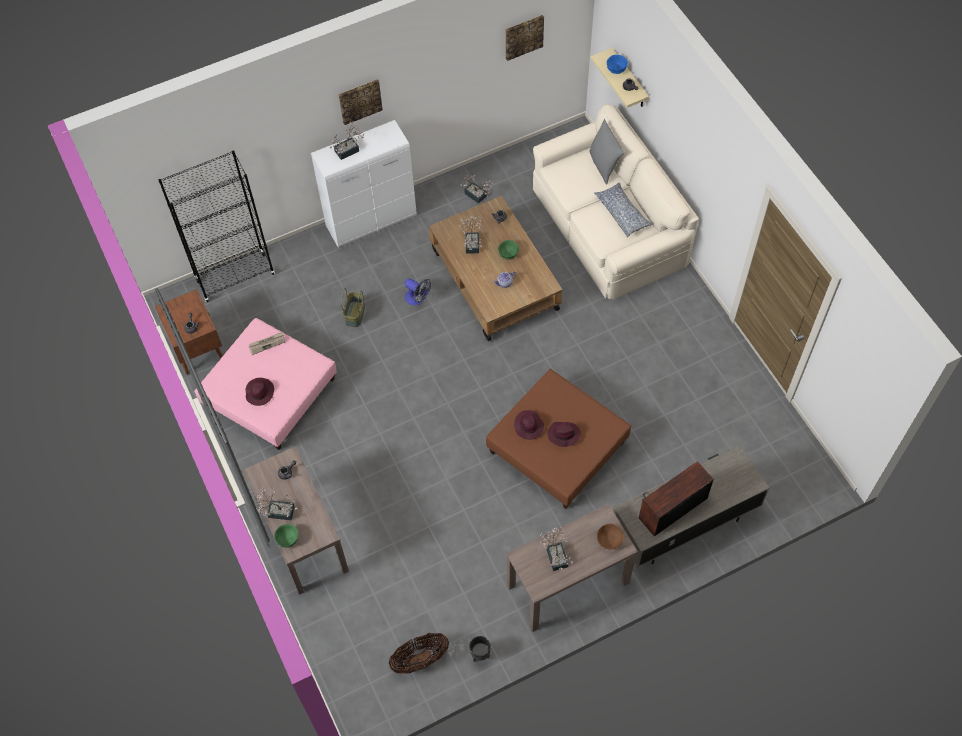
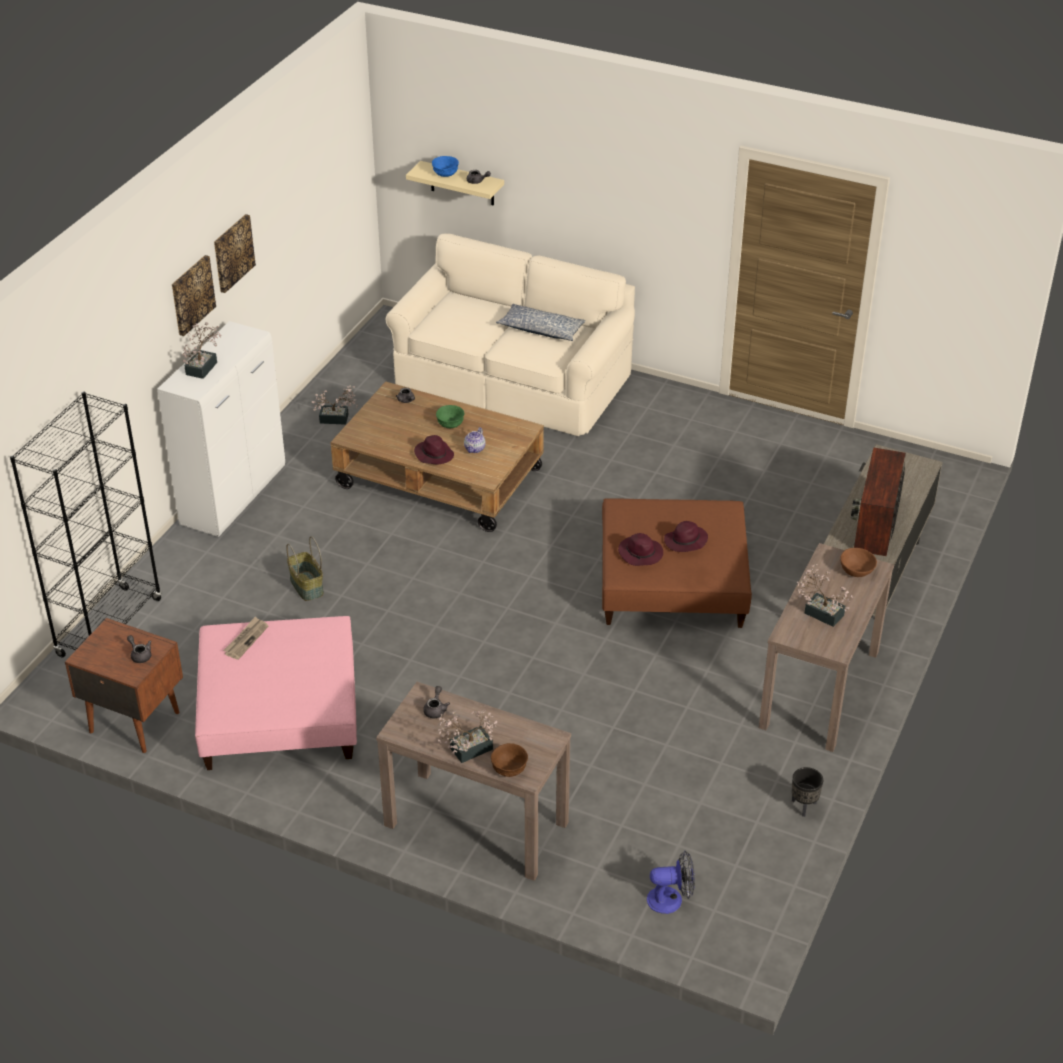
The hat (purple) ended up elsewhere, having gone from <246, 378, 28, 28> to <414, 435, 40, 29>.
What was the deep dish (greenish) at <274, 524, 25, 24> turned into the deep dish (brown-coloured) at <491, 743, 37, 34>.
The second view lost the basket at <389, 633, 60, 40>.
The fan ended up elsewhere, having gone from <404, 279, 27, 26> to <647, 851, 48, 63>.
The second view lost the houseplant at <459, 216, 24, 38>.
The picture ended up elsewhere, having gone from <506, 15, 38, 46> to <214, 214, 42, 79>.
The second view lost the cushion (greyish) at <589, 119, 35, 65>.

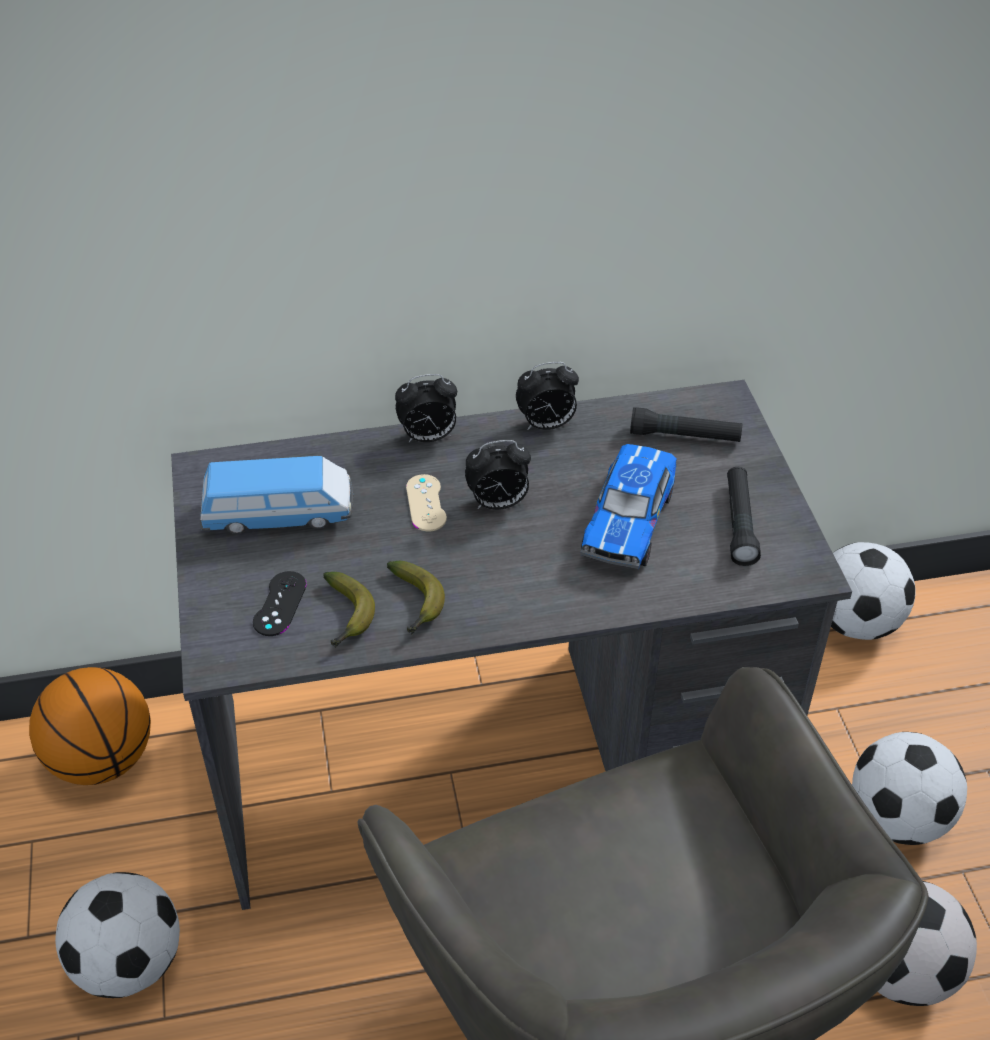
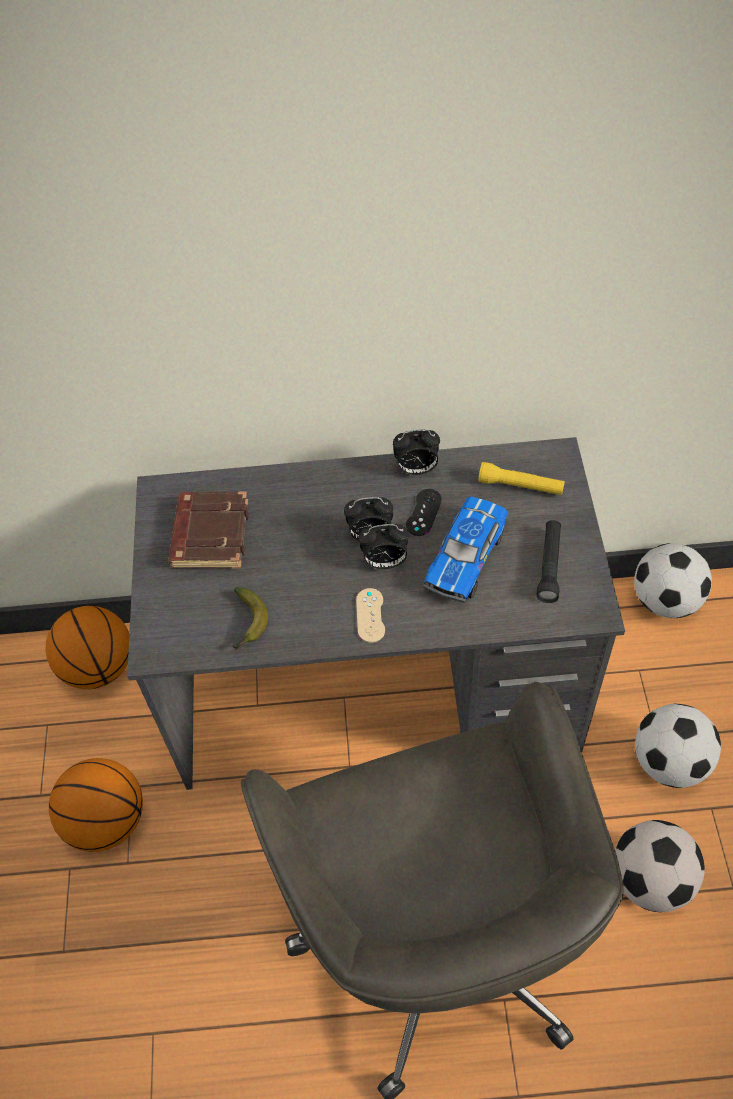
Where the ball for football stood at <55, 872, 125, 126>, the basketball ball came to stand at <49, 758, 94, 94>.
Where the toy car stood at <200, 456, 154, 78>, the volume (brown-coloured) came to stand at <168, 491, 81, 78>.
The game controller (black-coloured) ended up elsewhere, having gone from <253, 571, 54, 65> to <406, 489, 36, 47>.
The second view lost the banana fruit at <387, 561, 58, 74>.
The table clock ended up elsewhere, having gone from <395, 374, 62, 68> to <358, 524, 51, 45>.
The game controller (beige-coloured) ended up elsewhere, having gone from <406, 474, 41, 57> to <356, 588, 29, 55>.
What was the flashlight (black-coloured) at <630, 407, 112, 35> turned into the flashlight (yellow-coloured) at <478, 462, 87, 33>.

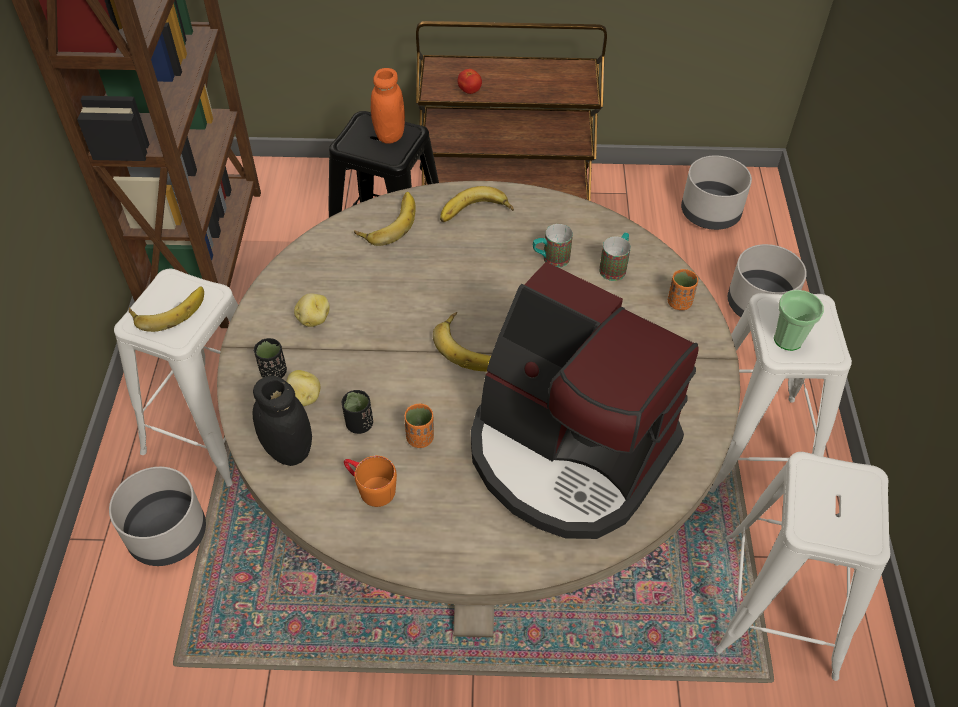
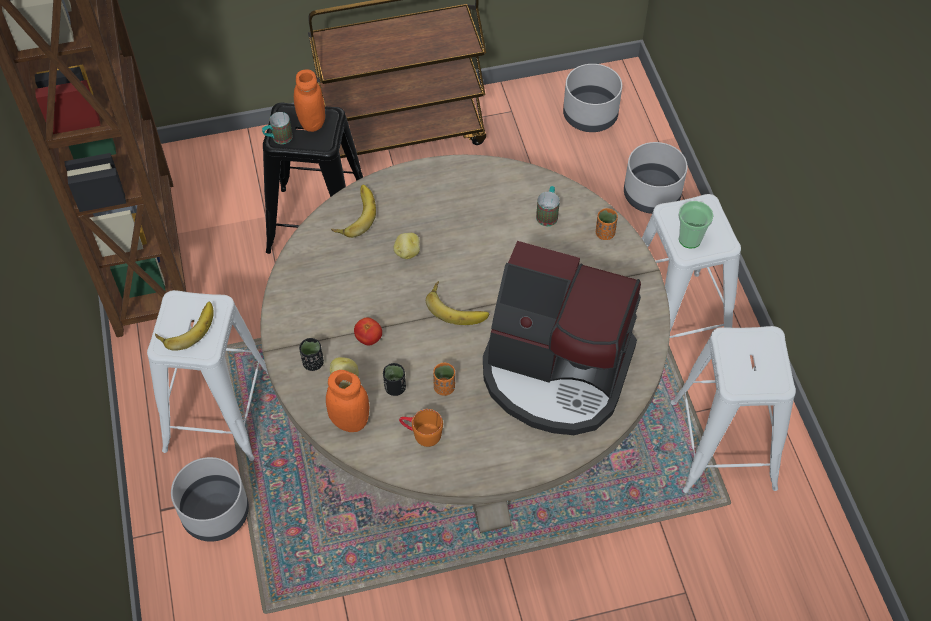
What was the preserve jar (black-coloured) at <252, 376, 60, 90> turned into the preserve jar (orange) at <326, 370, 43, 62>.
The potato ended up elsewhere, having gone from <294, 293, 36, 34> to <394, 233, 26, 26>.
The second view lost the banana fruit at <440, 186, 74, 36>.
The fresh tomato ended up elsewhere, having gone from <458, 69, 24, 25> to <354, 318, 28, 27>.
The coffee mug ended up elsewhere, having gone from <533, 224, 40, 44> to <262, 112, 31, 32>.

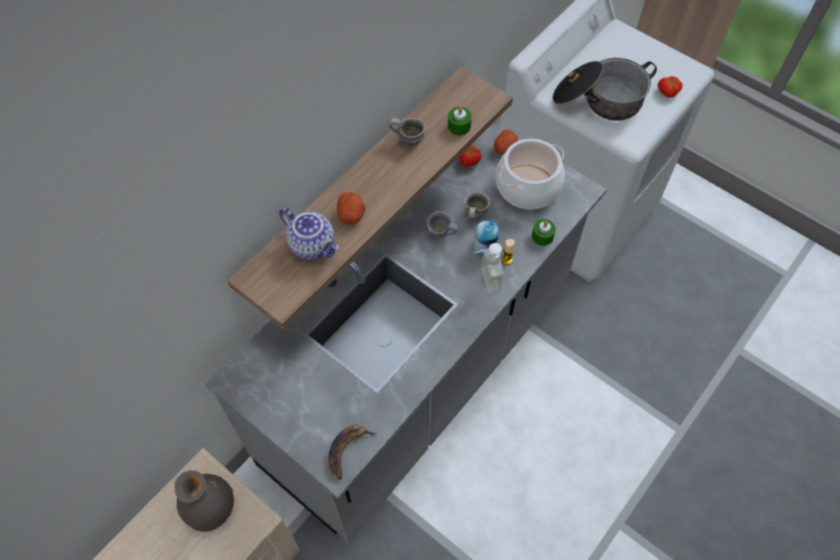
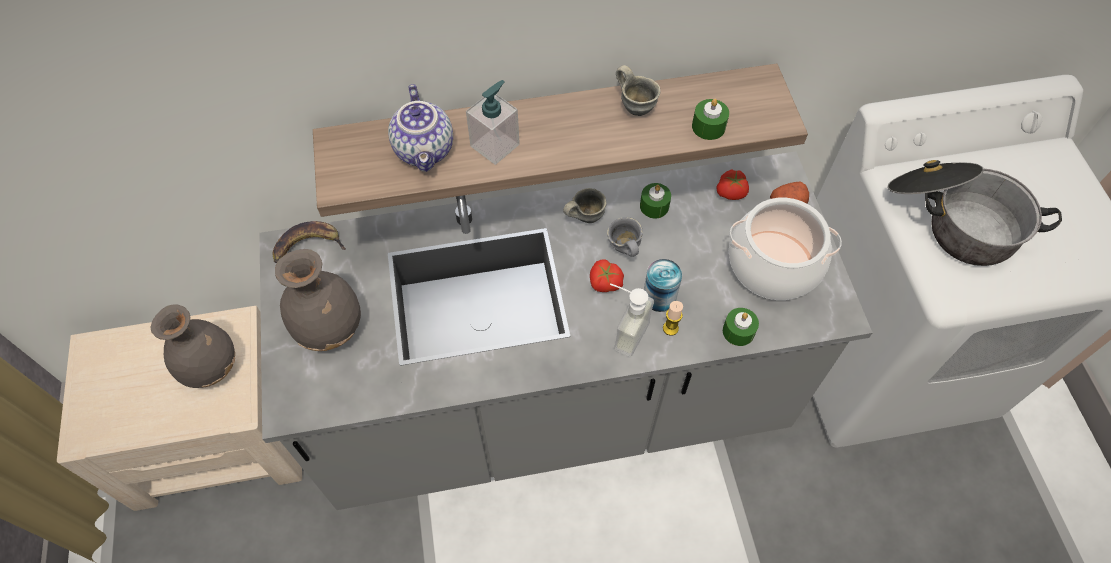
The banana fruit ended up elsewhere, having gone from <328, 425, 49, 55> to <273, 221, 73, 42>.
Where the potato stood at <337, 192, 28, 32>, the soap bottle came to stand at <466, 80, 54, 85>.
The coffee mug (greyish) ended up elsewhere, having gone from <464, 192, 26, 27> to <563, 188, 43, 35>.
The fresh tomato ended up elsewhere, having gone from <657, 76, 25, 22> to <590, 260, 34, 32>.
The second view gained the vase (greyish) at <275, 249, 86, 102>.
The second view gained the wax light (greenish) at <640, 183, 31, 35>.

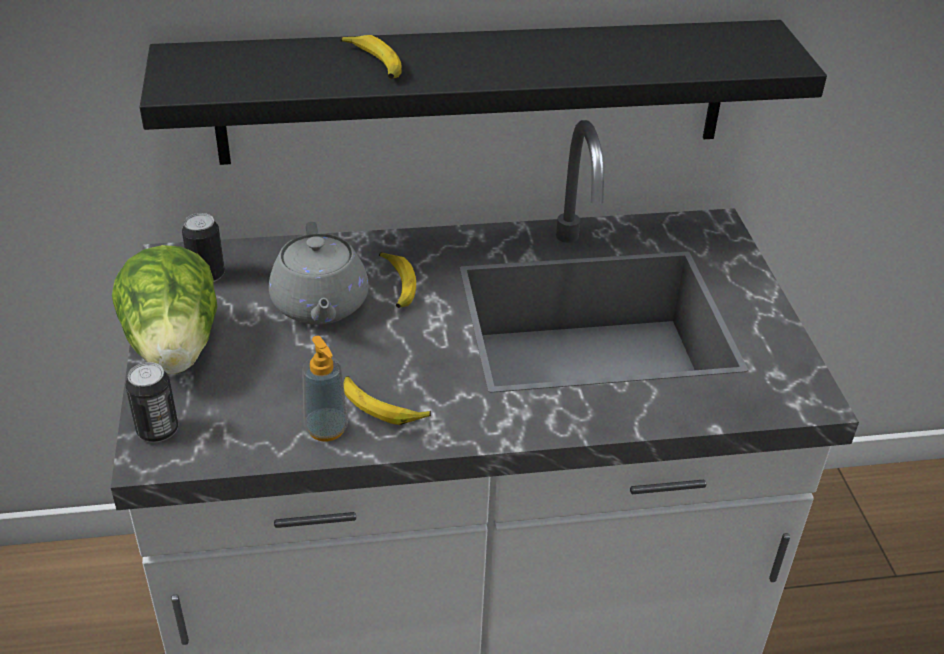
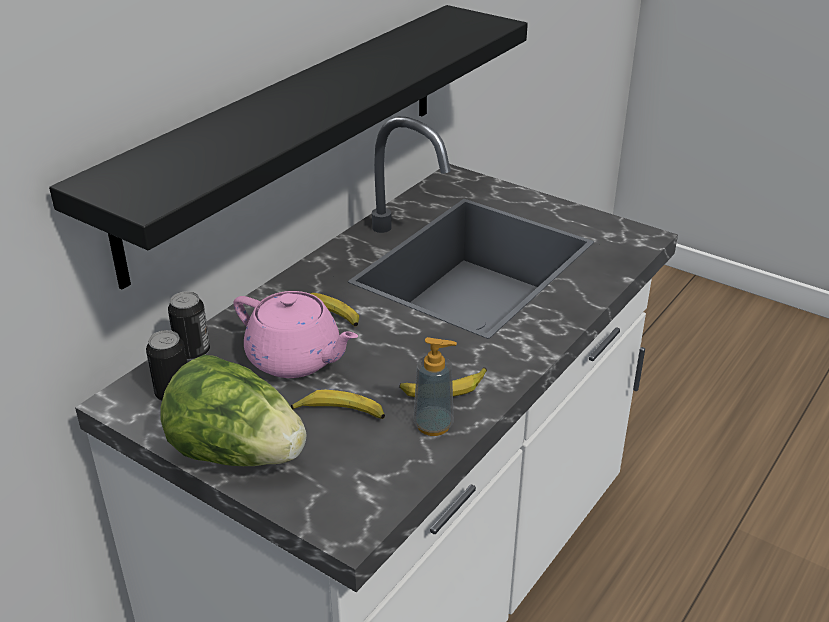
The sealed can ended up elsewhere, having gone from <126, 362, 52, 80> to <168, 291, 42, 70>.
What was the teapot (greyish) at <269, 222, 100, 103> turned into the teapot (pink-coloured) at <233, 291, 125, 87>.
The banana fruit ended up elsewhere, having gone from <341, 35, 61, 44> to <291, 390, 94, 29>.

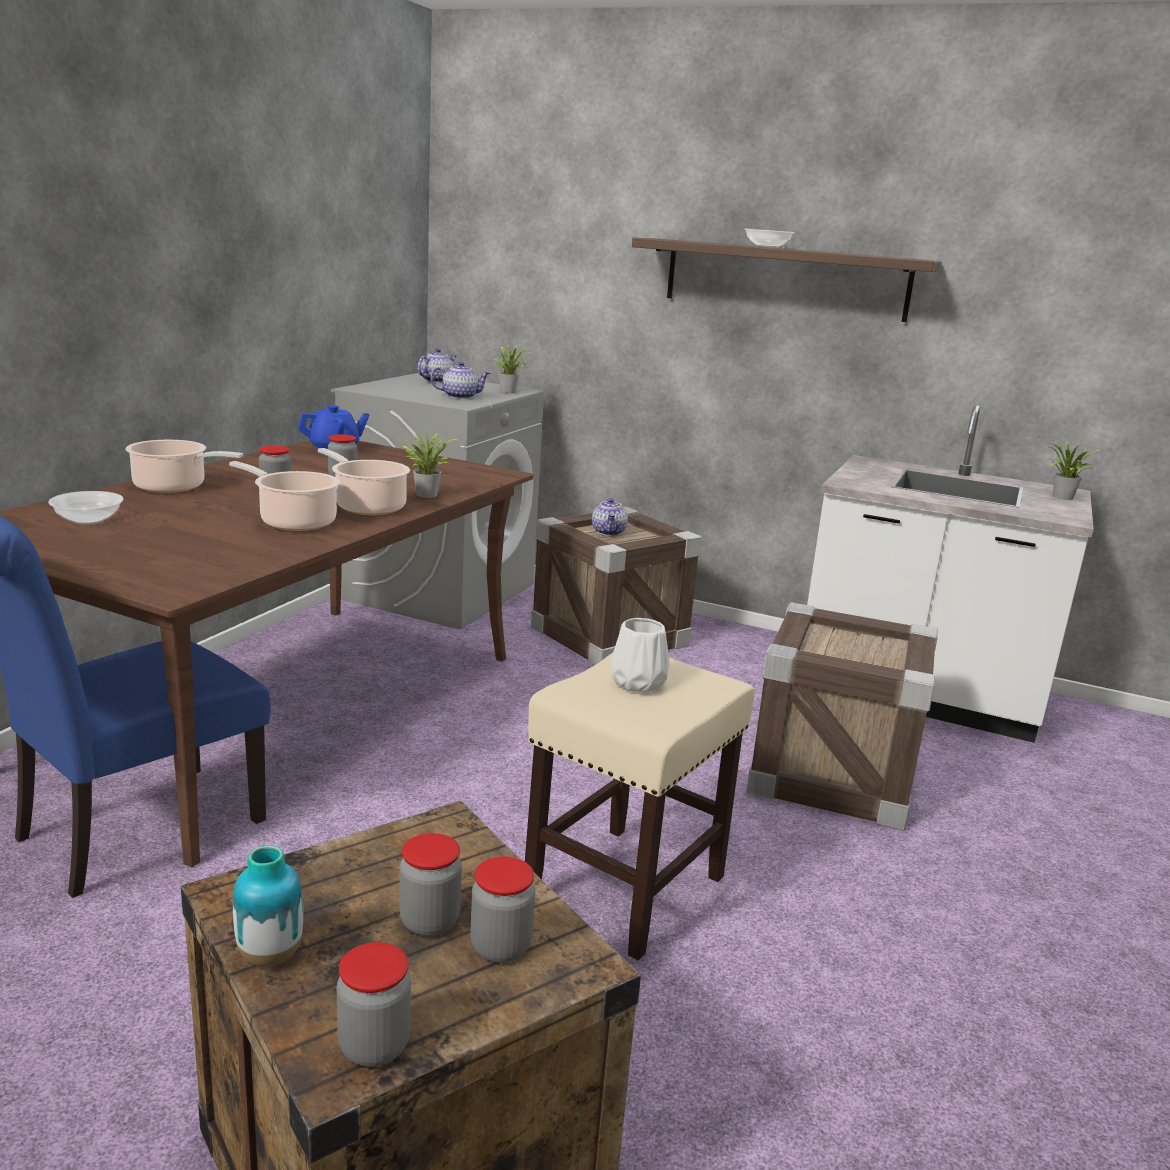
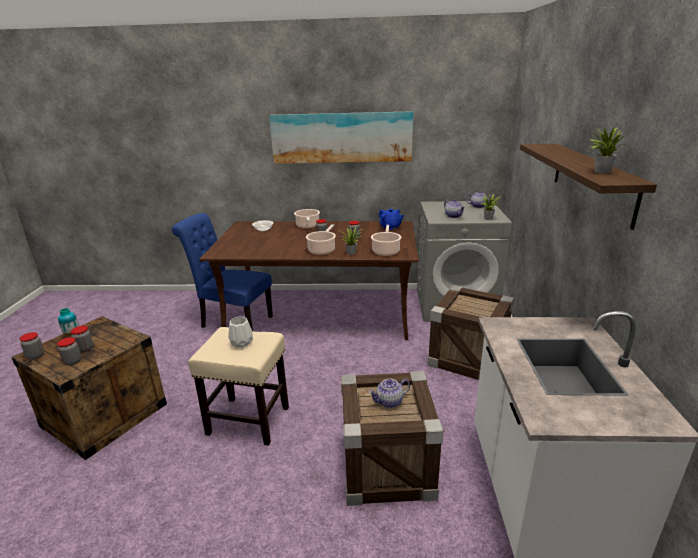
The saucepot ended up elsewhere, having gone from <229, 461, 111, 70> to <371, 225, 31, 31>.
The teapot ended up elsewhere, having gone from <592, 498, 36, 38> to <369, 379, 41, 29>.
The second view lost the deep dish at <744, 229, 50, 19>.
The houseplant ended up elsewhere, having gone from <1049, 439, 50, 61> to <587, 127, 42, 47>.
The second view gained the picture at <269, 111, 144, 53>.

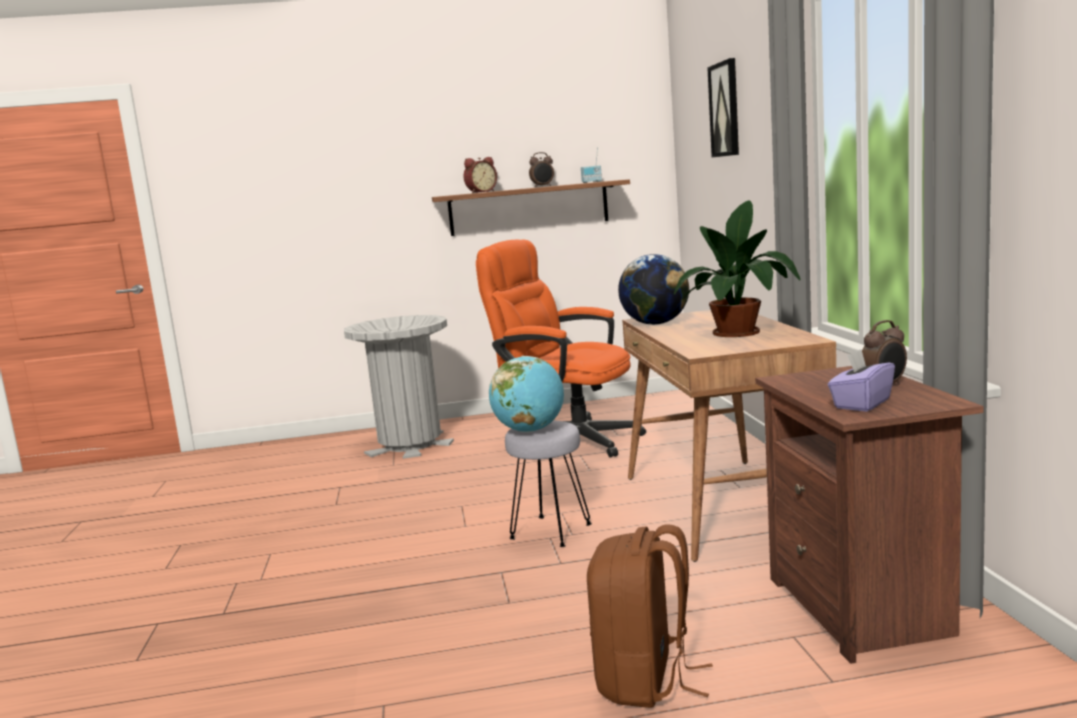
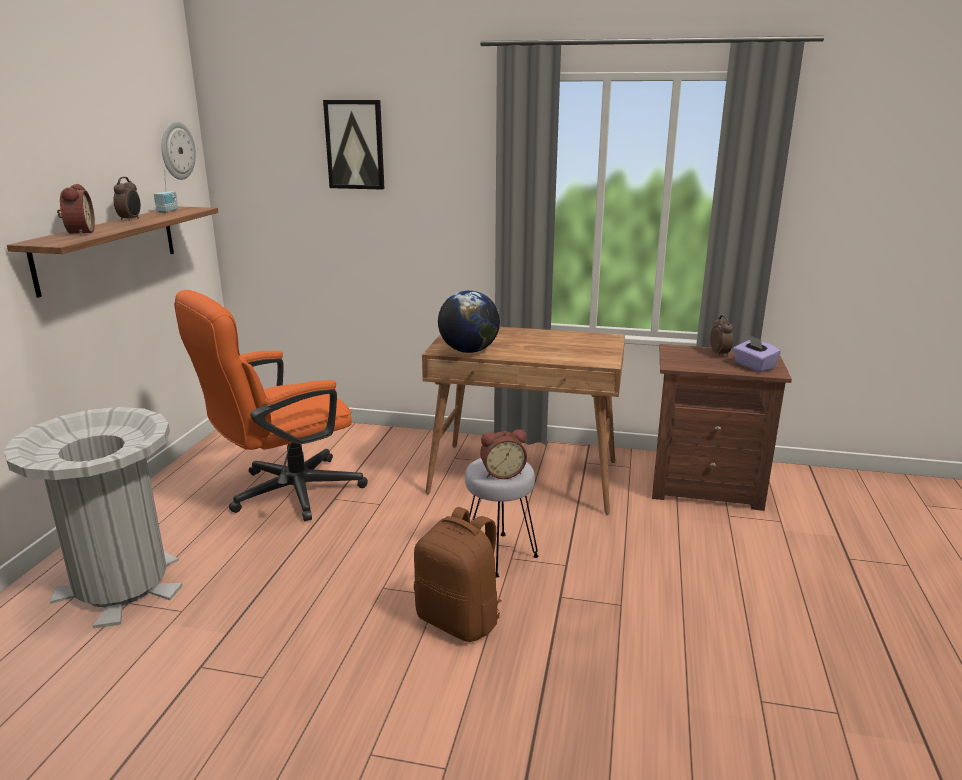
Where the desk globe stood at <489, 356, 75, 77>, the table clock came to stand at <480, 429, 47, 50>.
The rucksack (brown-coloured) ended up elsewhere, having gone from <587, 524, 126, 184> to <414, 507, 88, 135>.
The second view lost the houseplant at <674, 200, 126, 137>.
The second view gained the wall clock at <162, 121, 34, 59>.

